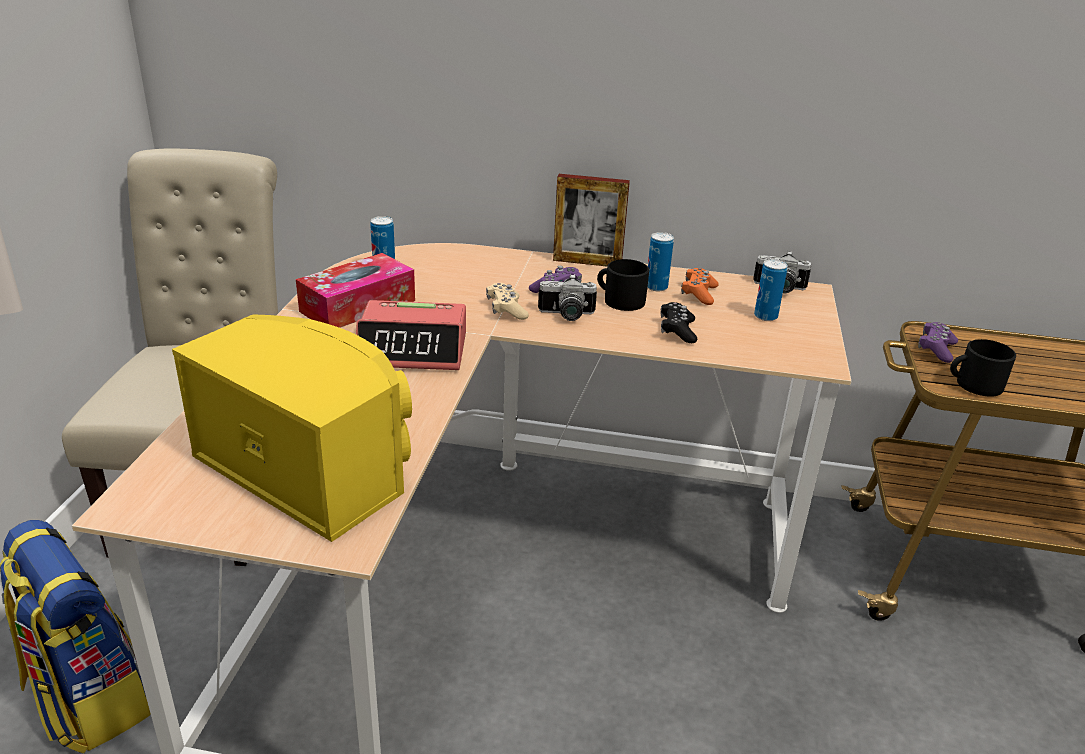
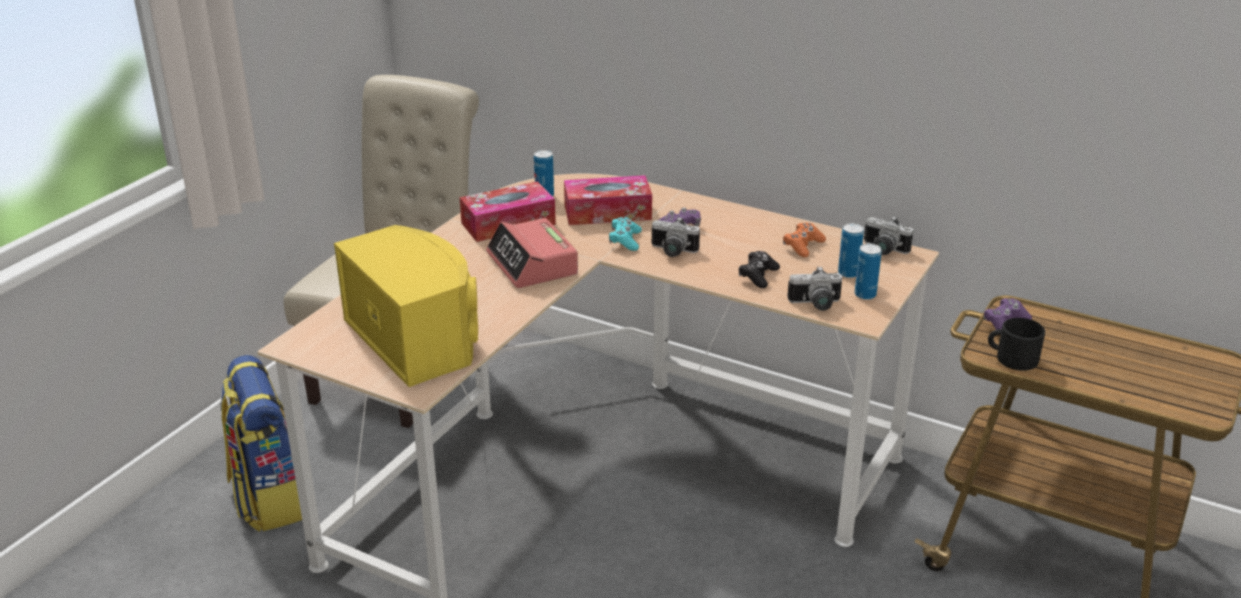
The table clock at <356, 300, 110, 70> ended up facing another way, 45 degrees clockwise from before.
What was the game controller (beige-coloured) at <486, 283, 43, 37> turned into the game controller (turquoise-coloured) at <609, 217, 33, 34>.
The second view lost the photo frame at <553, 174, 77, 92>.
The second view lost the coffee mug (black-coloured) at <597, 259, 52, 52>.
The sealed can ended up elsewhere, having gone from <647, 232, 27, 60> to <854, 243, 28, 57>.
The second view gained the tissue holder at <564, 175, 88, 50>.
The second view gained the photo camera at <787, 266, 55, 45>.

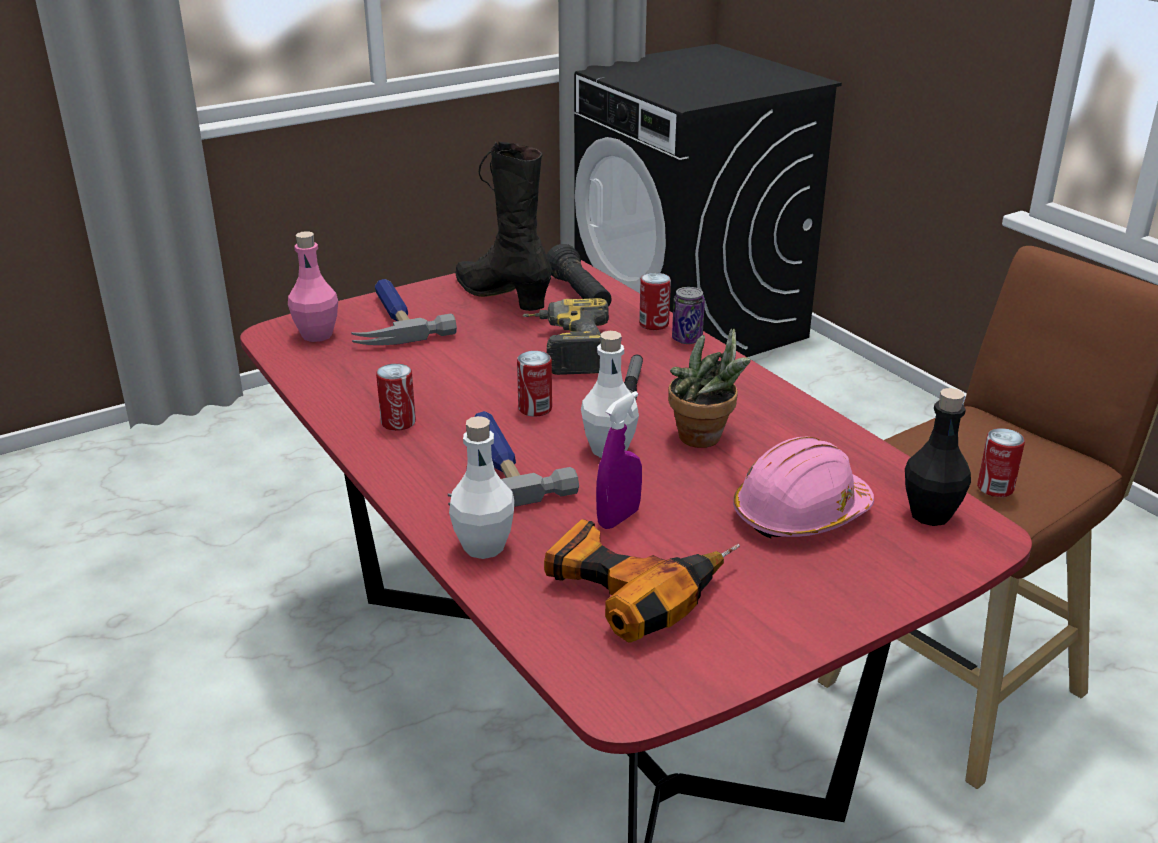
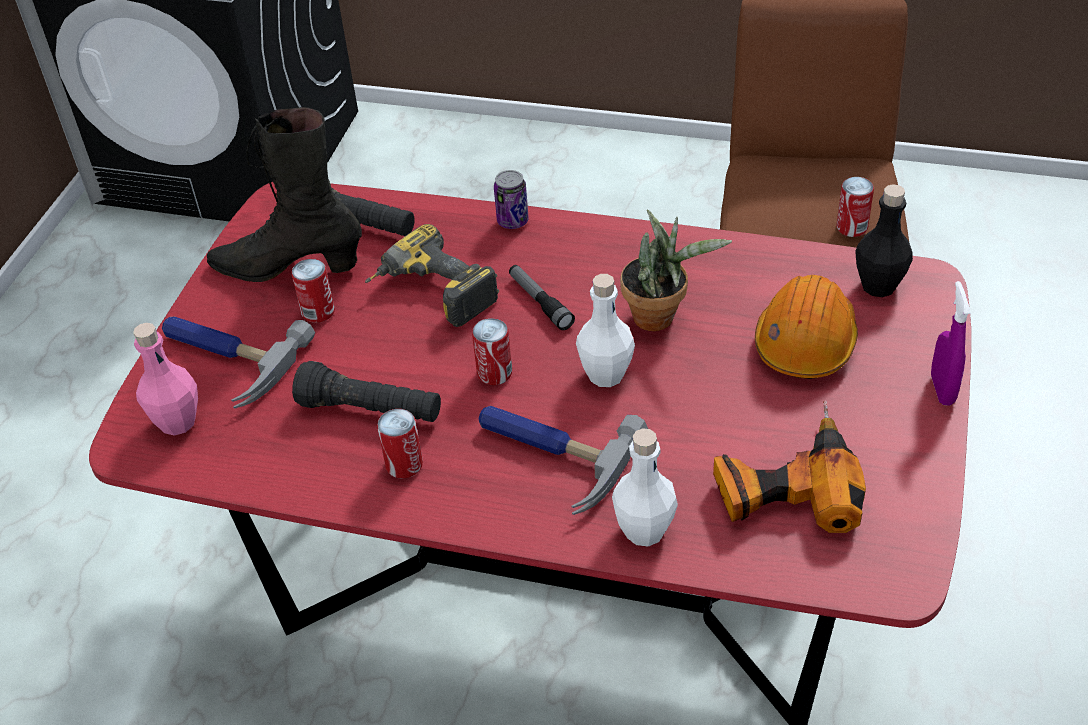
The sprayer (purple) ended up elsewhere, having gone from <596, 391, 46, 138> to <931, 281, 40, 125>.
The sealed can ended up elsewhere, having gone from <639, 273, 32, 57> to <292, 259, 43, 64>.
What was the hard hat (pink-coloured) at <733, 436, 141, 102> turned into the hard hat (orange) at <755, 275, 103, 104>.
The second view gained the flashlight (black-coloured) at <292, 361, 149, 61>.

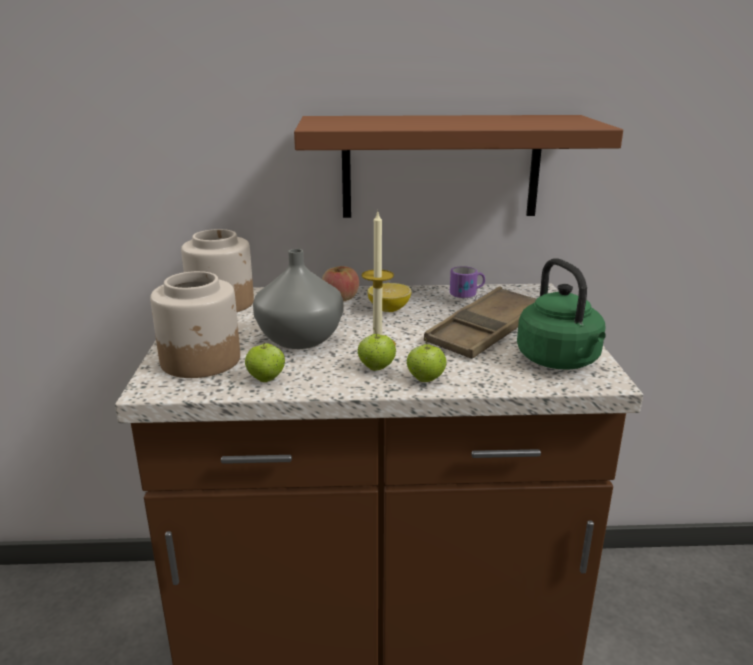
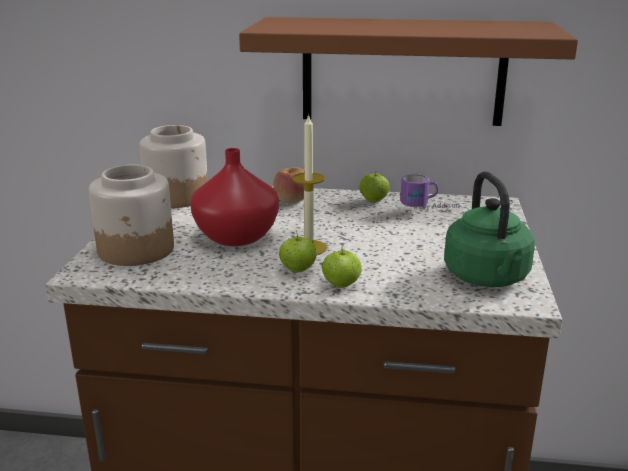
The apple ended up elsewhere, having gone from <245, 343, 40, 39> to <359, 171, 31, 32>.
What was the vase (greyish) at <253, 249, 91, 100> turned into the vase (red) at <190, 148, 89, 98>.
The second view lost the whole lemon at <367, 283, 44, 29>.
The second view lost the serving tray (brown-coloured) at <424, 286, 112, 73>.

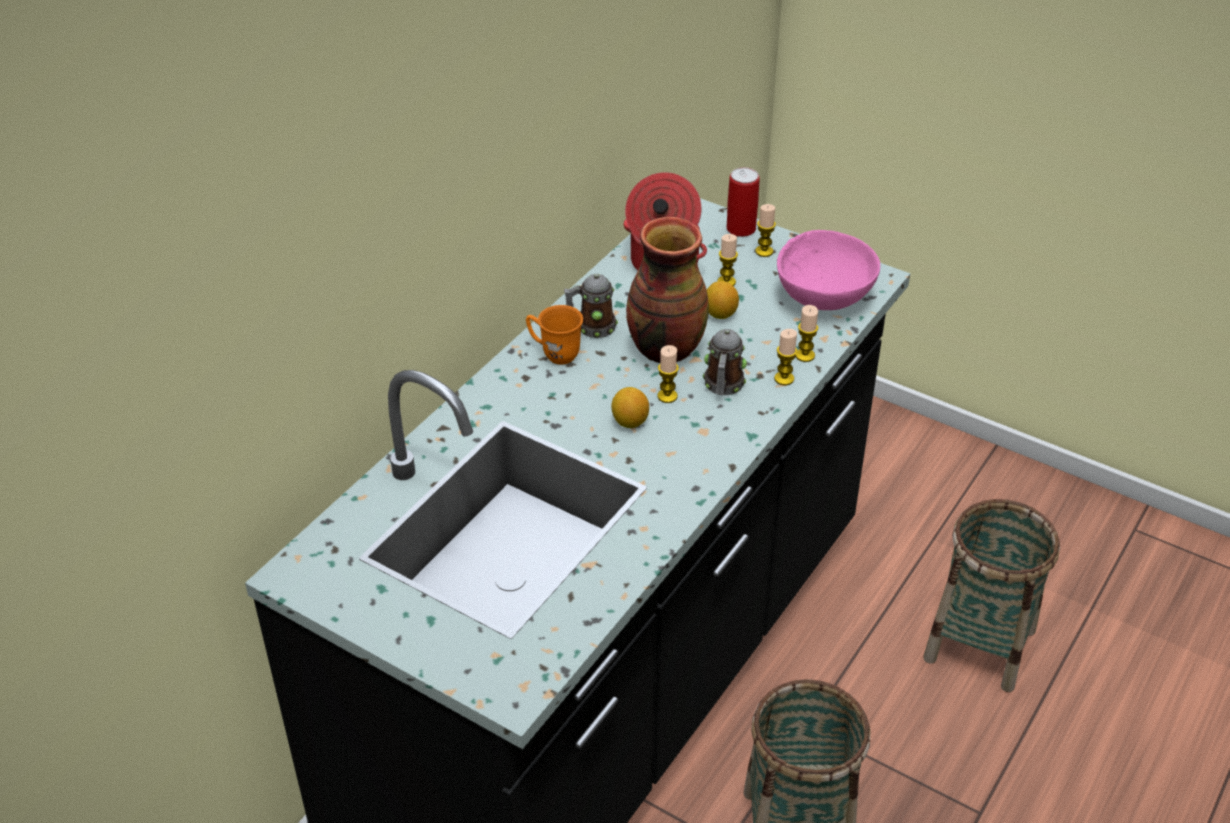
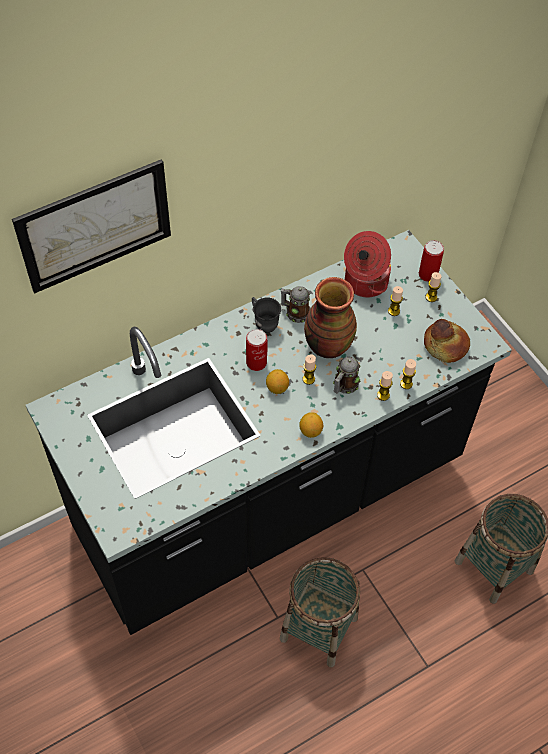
What was the coffee mug (orange) at <526, 305, 57, 60> turned into the coffee mug (greyish) at <252, 297, 29, 36>.
The whole lemon ended up elsewhere, having gone from <707, 281, 32, 38> to <299, 412, 24, 26>.
Where the deep dish (pink-coloured) stood at <777, 230, 103, 80>, the baked bread came to stand at <424, 319, 46, 44>.
The second view gained the picture at <12, 159, 159, 135>.
The second view gained the sealed can at <246, 329, 21, 42>.

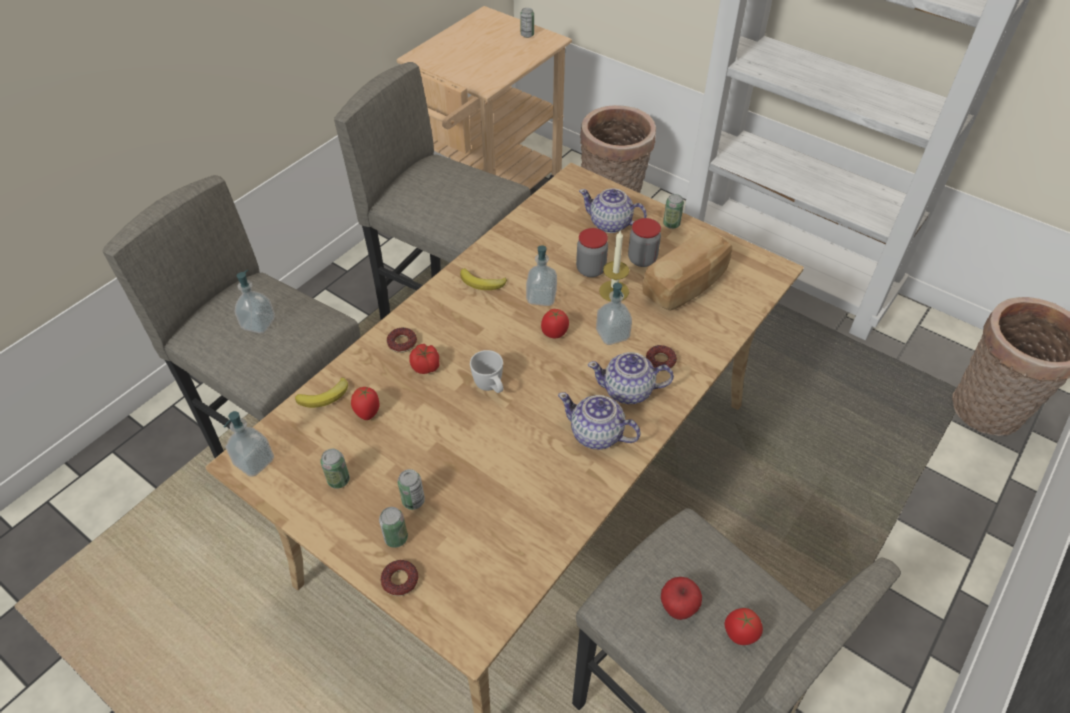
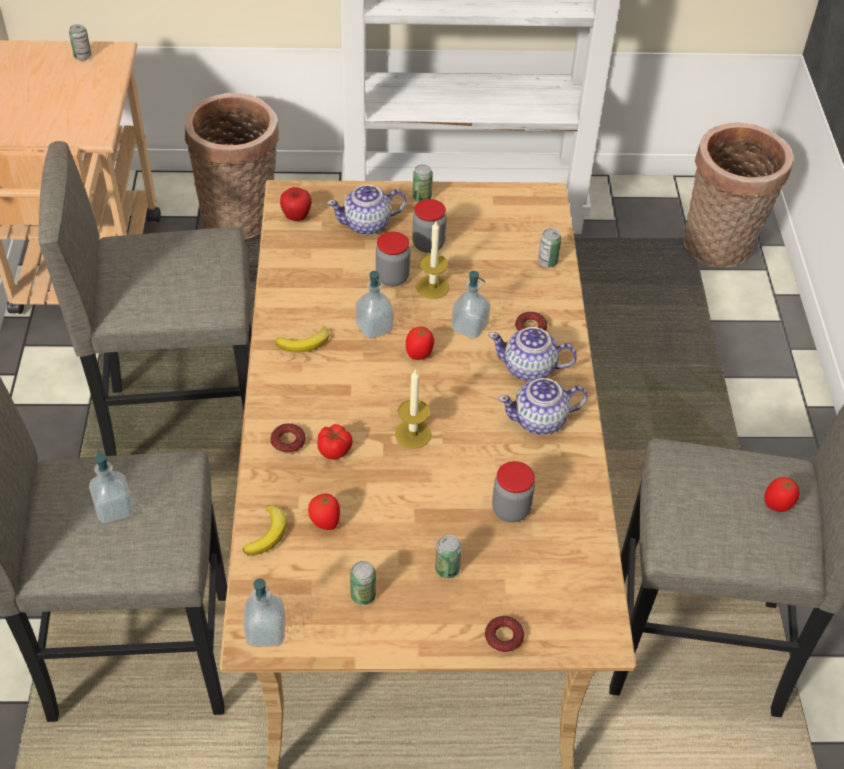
The sealed can ended up elsewhere, having gone from <379, 507, 29, 41> to <538, 228, 23, 40>.
Where the coffee mug (whitish) stood at <470, 350, 33, 43>, the wax light came to stand at <395, 369, 36, 80>.
The teapot at <588, 352, 86, 52> ended up facing another way, 45 degrees clockwise from before.
The second view lost the baked bread at <642, 229, 90, 82>.
The apple ended up elsewhere, having gone from <661, 577, 41, 43> to <280, 187, 32, 34>.
The second view gained the preserve jar at <492, 461, 43, 61>.

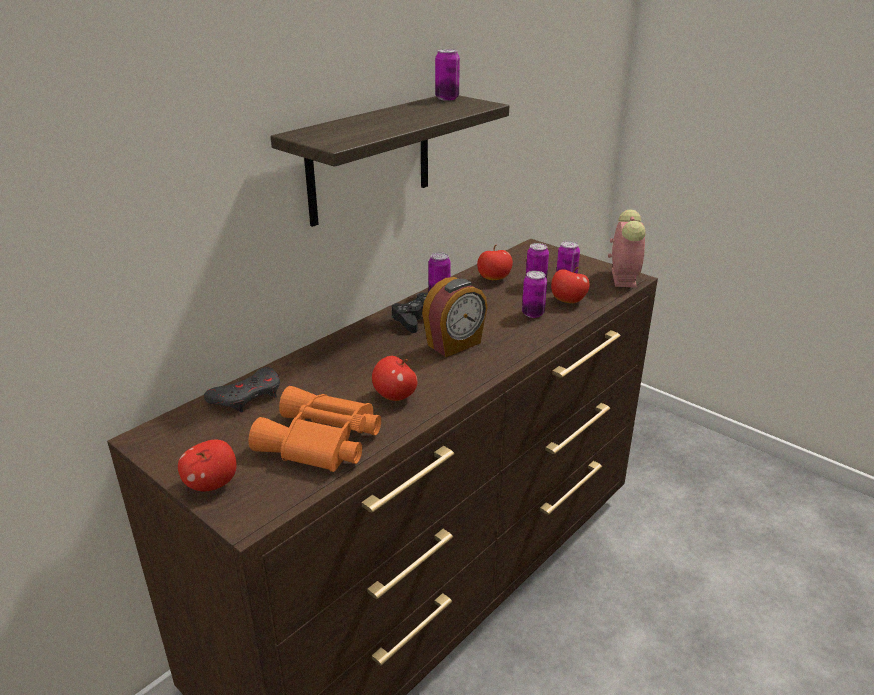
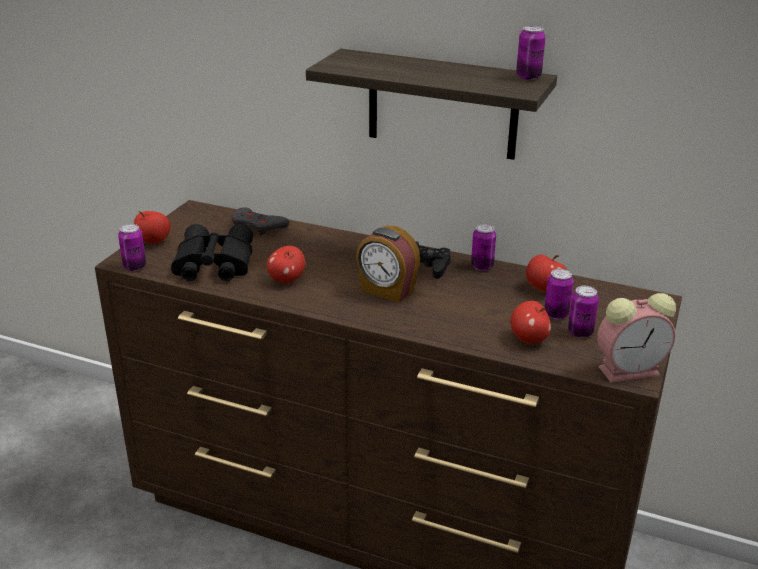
What was the field glasses (orange) at <249, 386, 132, 86> turned into the field glasses (black-coloured) at <171, 224, 82, 57>.
The sealed can ended up elsewhere, having gone from <522, 271, 25, 47> to <118, 224, 28, 47>.

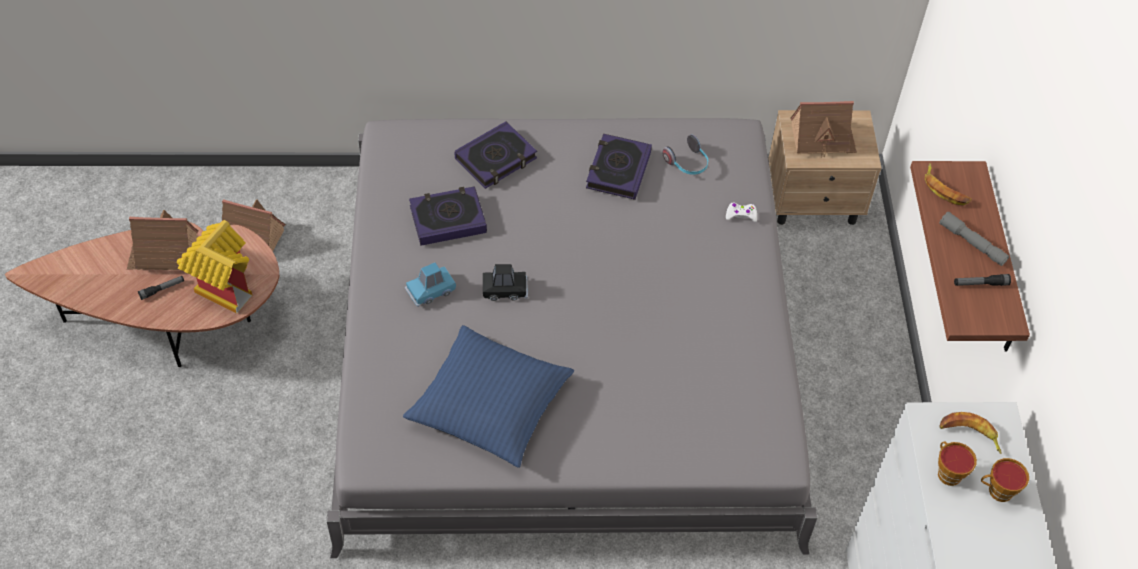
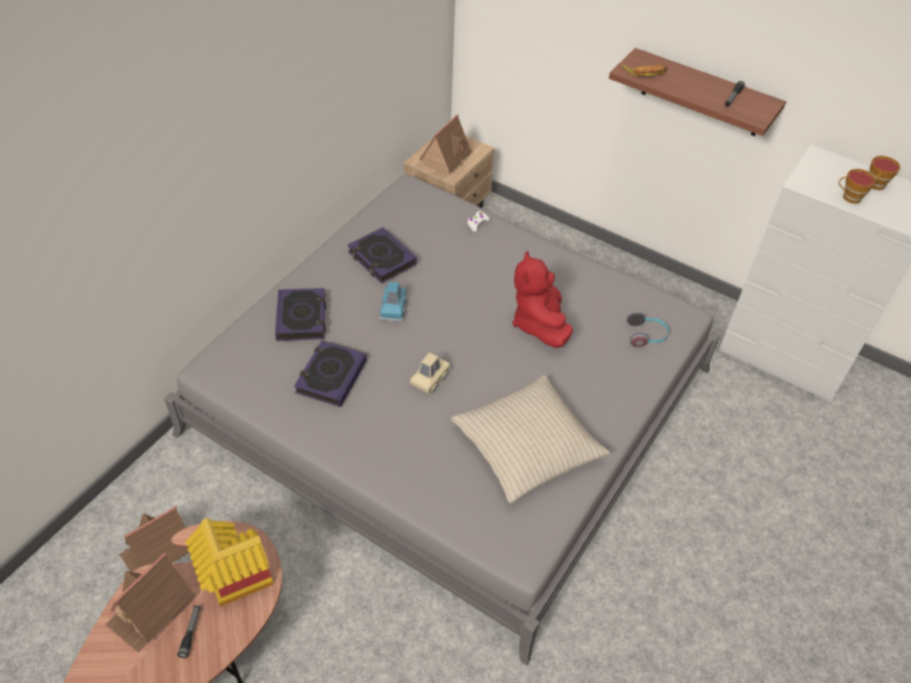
What was the cushion (bluish) at <403, 325, 171, 143> turned into the cushion (beige-coloured) at <451, 375, 160, 128>.
The toy car (bluish) ended up elsewhere, having gone from <405, 262, 51, 45> to <380, 282, 27, 40>.
What was the toy car (black-coloured) at <483, 264, 45, 37> turned into the toy car (beige-coloured) at <410, 352, 42, 42>.
The headphones ended up elsewhere, having gone from <662, 134, 46, 41> to <627, 312, 42, 35>.
The second view lost the flashlight (greyish) at <939, 211, 70, 55>.
The second view lost the banana fruit at <939, 412, 63, 42>.
The second view gained the cuddly toy (red) at <512, 251, 61, 97>.

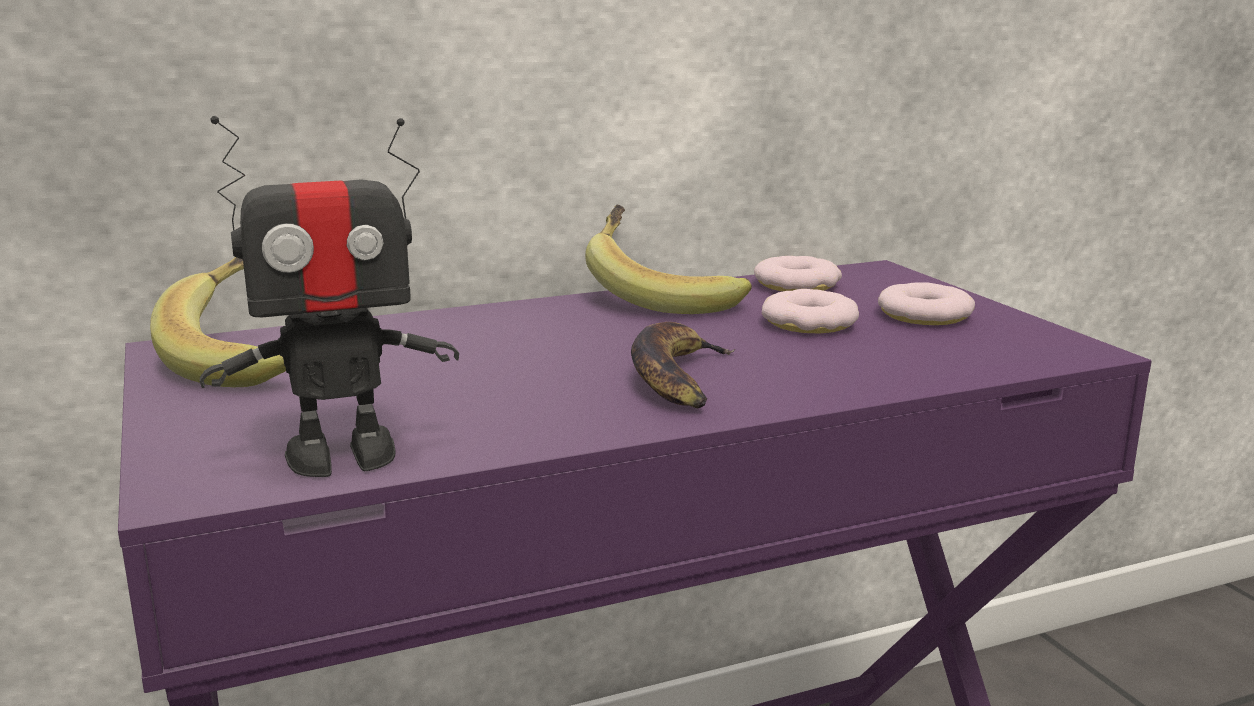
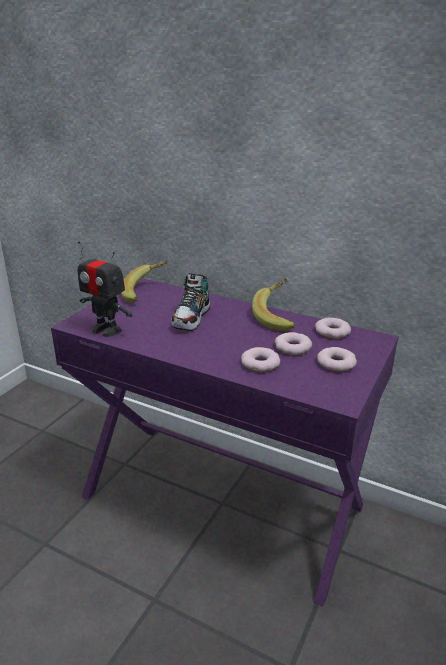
The second view lost the banana fruit at <631, 322, 104, 87>.
The second view gained the item of footwear at <171, 273, 39, 58>.
The second view gained the ring doughnut at <241, 347, 39, 25>.

